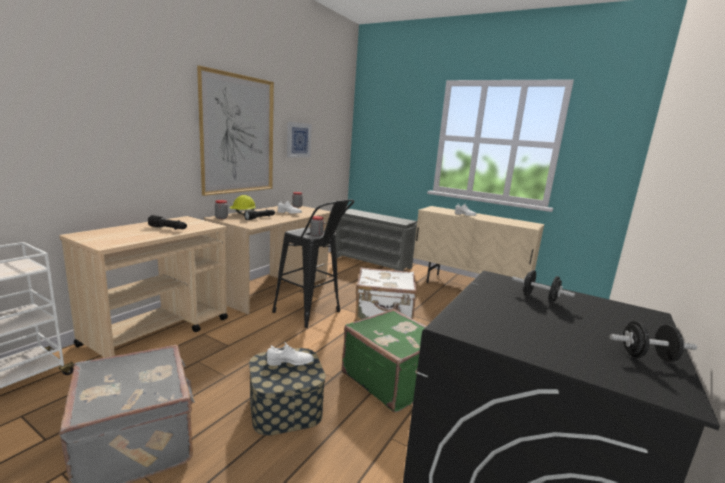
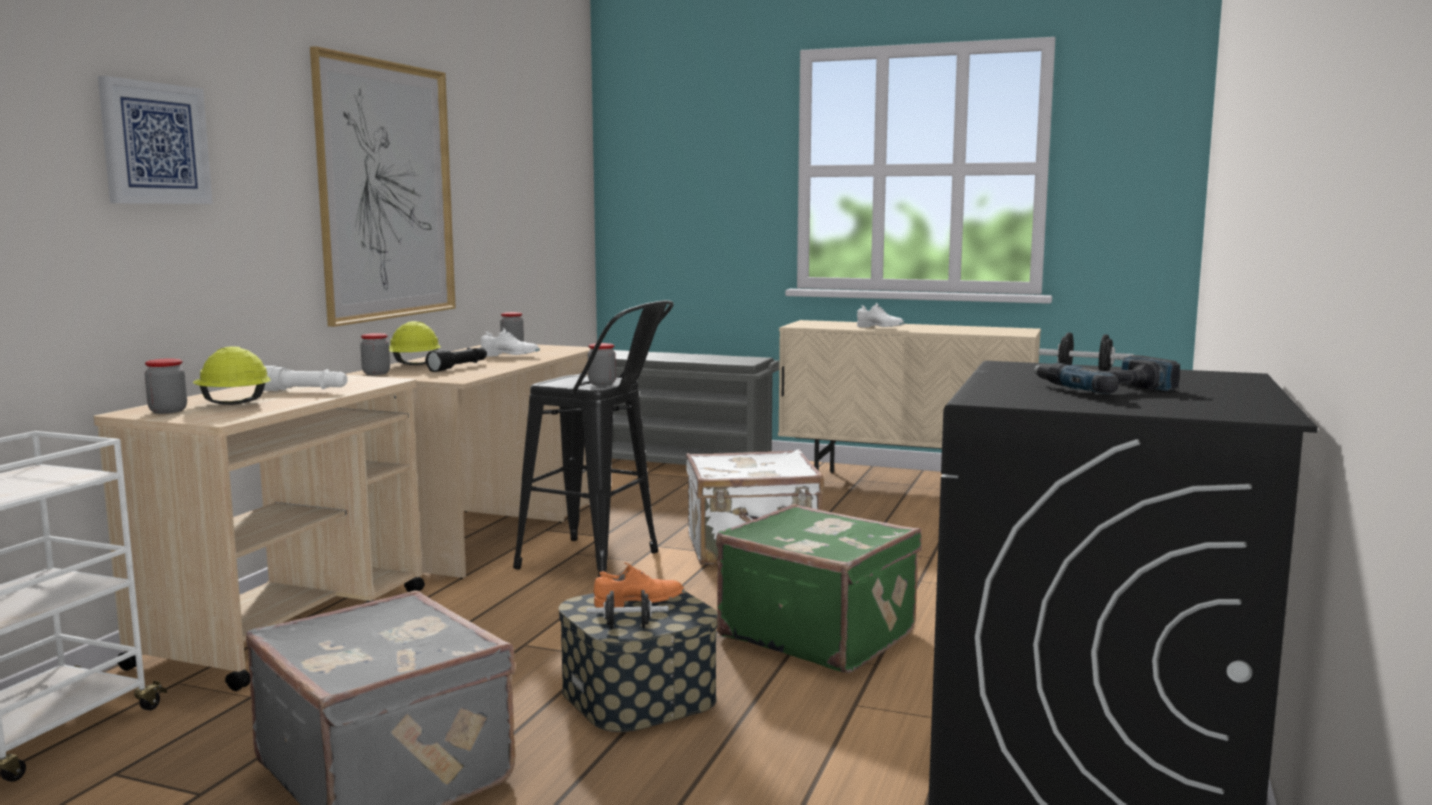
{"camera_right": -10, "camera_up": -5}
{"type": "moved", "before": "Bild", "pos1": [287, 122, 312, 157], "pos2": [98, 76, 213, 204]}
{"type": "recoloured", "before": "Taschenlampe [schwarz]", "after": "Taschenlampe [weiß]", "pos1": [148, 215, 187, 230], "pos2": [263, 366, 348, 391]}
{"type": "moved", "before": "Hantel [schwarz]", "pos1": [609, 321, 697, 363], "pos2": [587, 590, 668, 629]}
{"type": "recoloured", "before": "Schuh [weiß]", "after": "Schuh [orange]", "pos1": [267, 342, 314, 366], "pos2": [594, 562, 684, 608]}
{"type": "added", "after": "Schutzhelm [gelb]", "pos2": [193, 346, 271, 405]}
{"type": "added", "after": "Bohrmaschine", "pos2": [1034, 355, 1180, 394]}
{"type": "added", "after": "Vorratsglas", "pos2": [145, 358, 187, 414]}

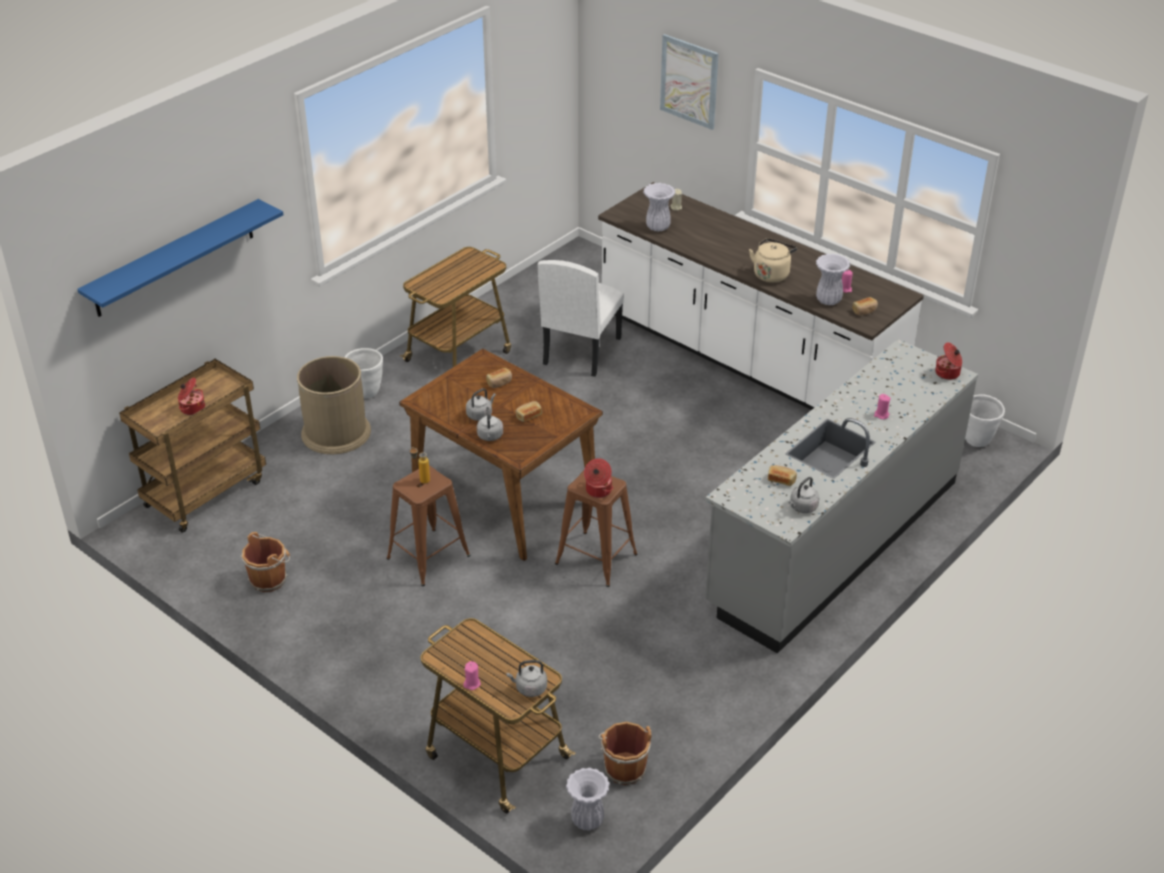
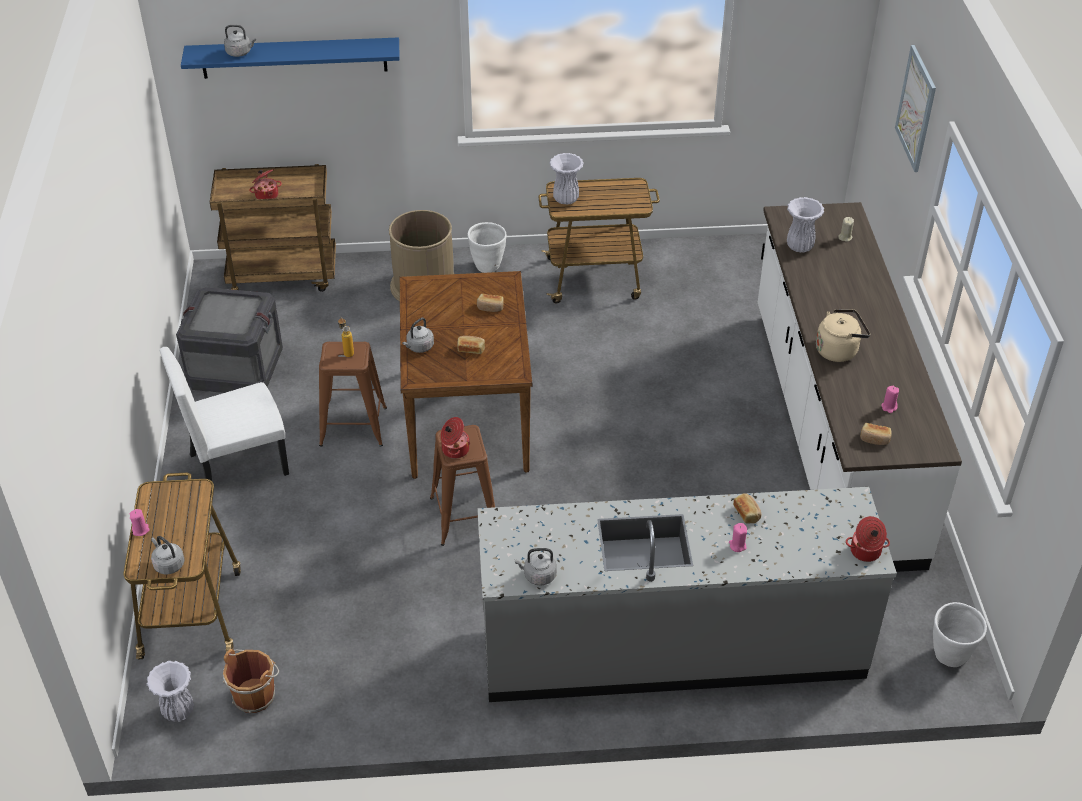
{"camera_right": 45, "camera_up": 5}
{"type": "moved", "before": "Vase [weiß]", "pos1": [816, 254, 850, 305], "pos2": [549, 153, 584, 205]}
{"type": "moved", "before": "Stuhl [weiß]", "pos1": [538, 260, 624, 377], "pos2": [159, 347, 289, 498]}
{"type": "moved", "before": "Wasserkessel [grau]", "pos1": [466, 388, 496, 421], "pos2": [224, 25, 256, 57]}
{"type": "moved", "before": "Brot", "pos1": [768, 465, 797, 486], "pos2": [733, 493, 761, 523]}
{"type": "replaced", "before": "Eimer [braun]", "after": "Kiste", "pos1": [241, 532, 290, 592], "pos2": [176, 287, 283, 393]}

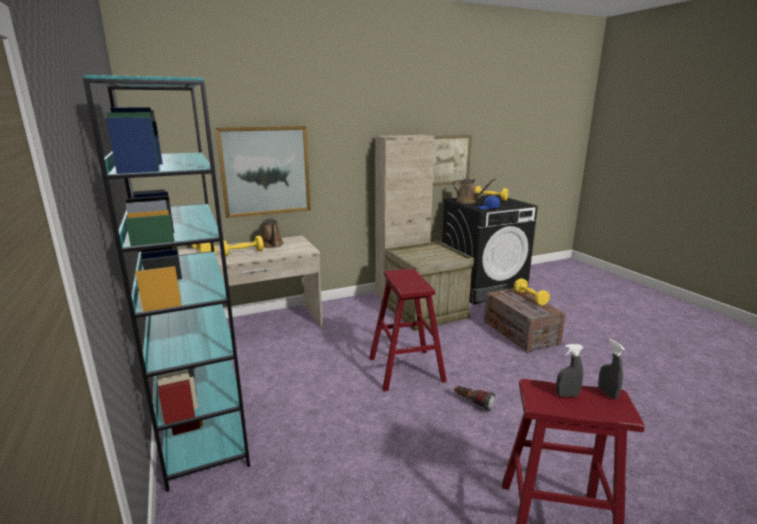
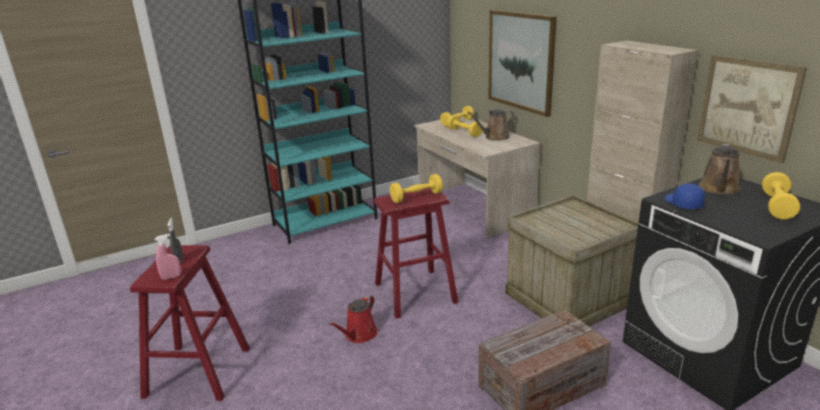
{"camera_right": 85, "camera_up": 5}
{"type": "moved", "before": "Hantel [gelb]", "pos1": [514, 278, 550, 306], "pos2": [390, 174, 443, 203]}
{"type": "recoloured", "before": "Sprühflasche [grau]", "after": "Sprühflasche [rosa]", "pos1": [598, 339, 625, 399], "pos2": [155, 234, 181, 280]}
{"type": "replaced", "before": "Taschenlampe", "after": "Gießkanne [rot]", "pos1": [454, 386, 495, 411], "pos2": [329, 295, 378, 343]}

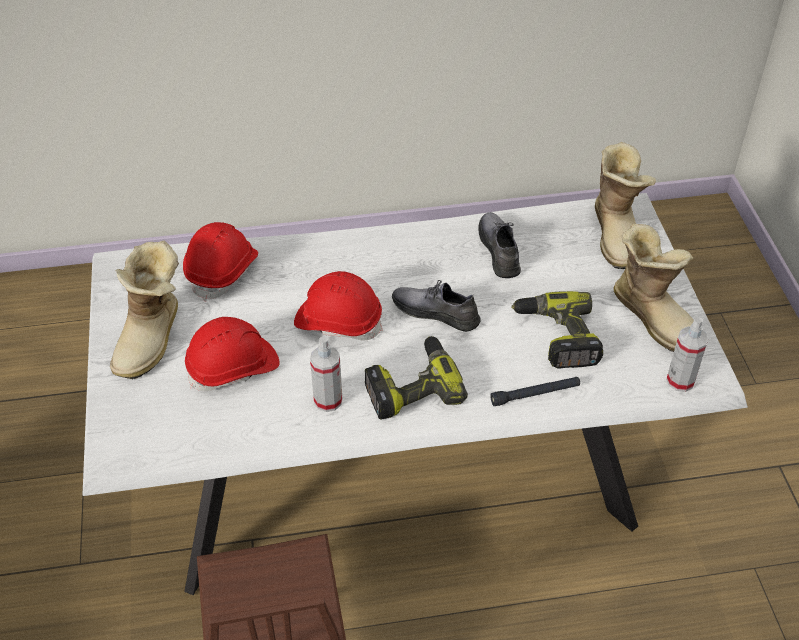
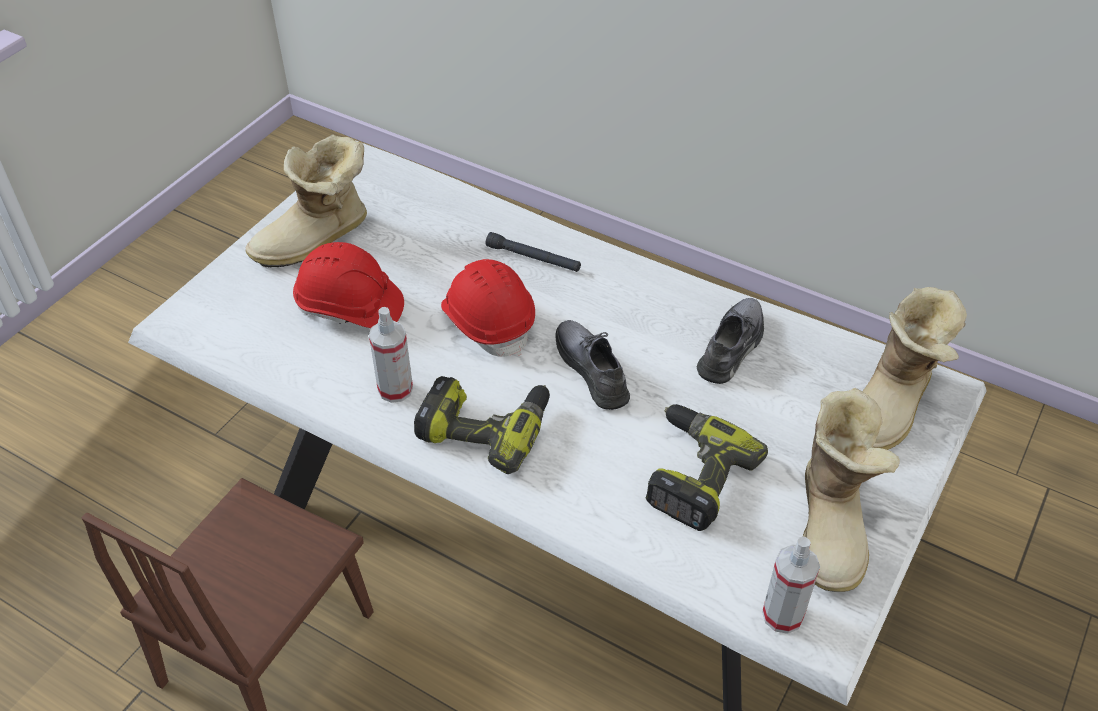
{"camera_right": 40, "camera_up": 0}
{"type": "removed", "before": "Schutzhelm [rot]", "pos1": [183, 222, 258, 301]}
{"type": "moved", "before": "Taschenlampe [schwarz]", "pos1": [490, 377, 580, 406], "pos2": [486, 232, 581, 272]}

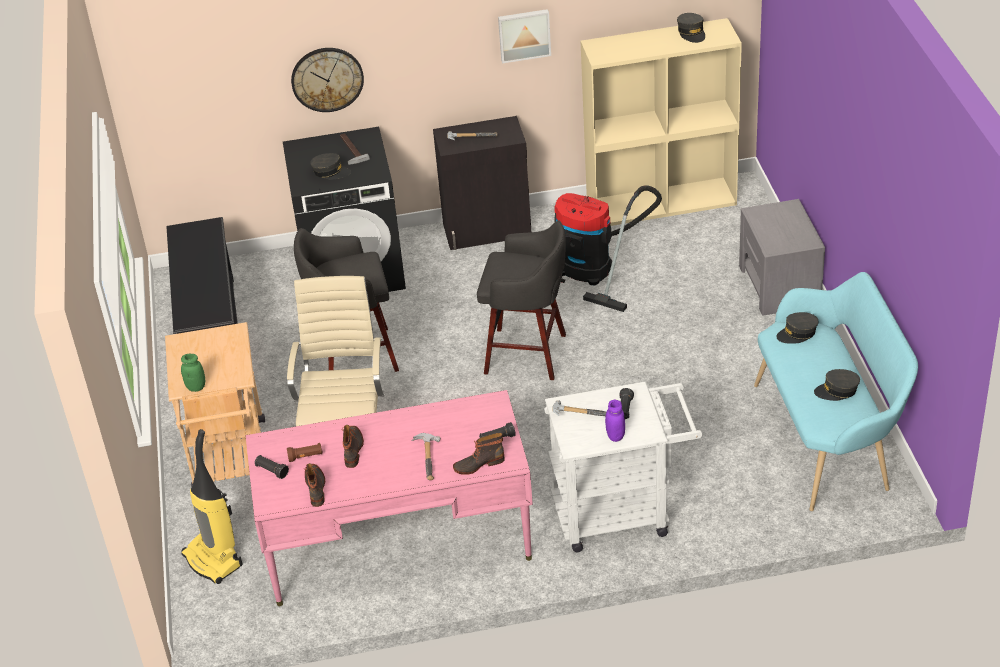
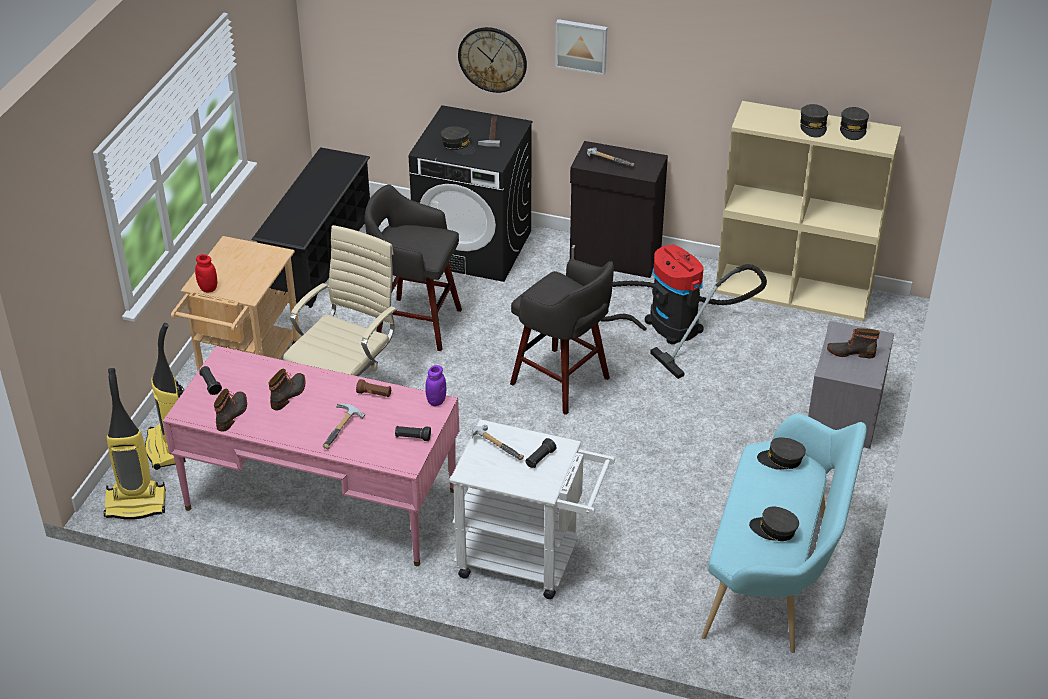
{"camera_right": 25, "camera_up": 0}
{"type": "moved", "before": "Bild", "pos1": [498, 9, 551, 63], "pos2": [555, 19, 607, 75]}
{"type": "recoloured", "before": "Vorratsglas [grün]", "after": "Vorratsglas [rot]", "pos1": [181, 354, 205, 392], "pos2": [195, 254, 217, 292]}
{"type": "moved", "before": "Vorratsglas [lila]", "pos1": [605, 400, 625, 442], "pos2": [425, 365, 446, 406]}
{"type": "moved", "before": "Stiefel", "pos1": [453, 433, 505, 475], "pos2": [827, 328, 880, 358]}
{"type": "moved", "before": "Taschenlampe [braun]", "pos1": [287, 443, 323, 462], "pos2": [356, 379, 391, 397]}
{"type": "added", "after": "Kappe [grau]", "pos2": [800, 104, 828, 137]}
{"type": "added", "after": "Staubsauger", "pos2": [104, 368, 166, 520]}

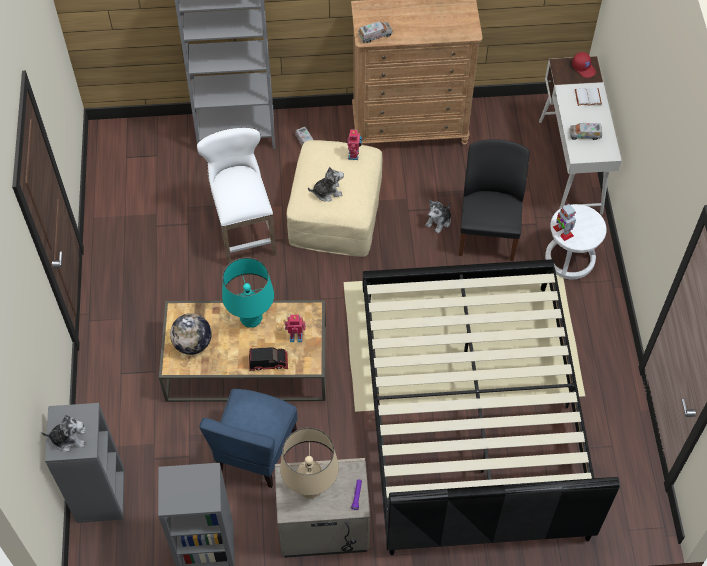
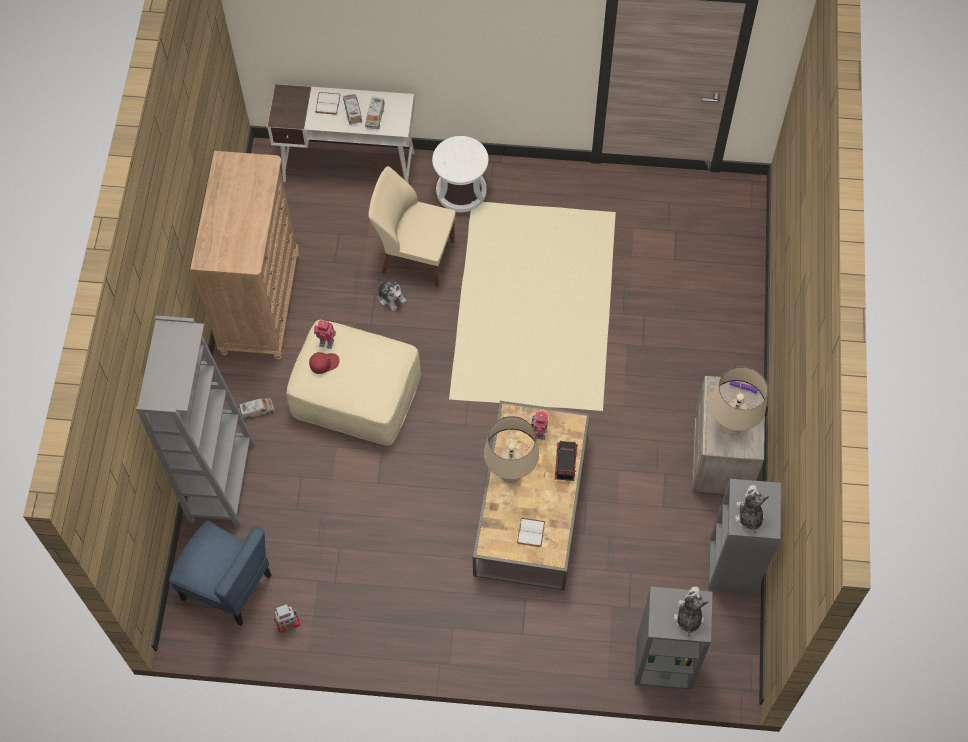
{"camera_right": -80, "camera_up": 5}
{"type": "moved", "before": "Spielzeuglaster", "pos1": [358, 21, 393, 43], "pos2": [343, 94, 362, 125]}
{"type": "moved", "before": "Kappe [rot]", "pos1": [572, 52, 596, 78], "pos2": [309, 352, 340, 374]}
{"type": "removed", "before": "Hocker [weiß]", "pos1": [196, 128, 277, 265]}
{"type": "recoloured", "before": "Stuhl [schwarz]", "after": "Stuhl [beige]", "pos1": [459, 139, 530, 261], "pos2": [368, 166, 456, 287]}
{"type": "moved", "before": "Plüschtier", "pos1": [308, 167, 344, 202], "pos2": [735, 485, 769, 534]}
{"type": "moved", "before": "Spielzeugroboter", "pos1": [553, 203, 576, 241], "pos2": [273, 604, 301, 633]}
{"type": "recoloured", "before": "Tischlampe [türkis]", "after": "Tischlampe [beige]", "pos1": [222, 257, 274, 328], "pos2": [484, 416, 539, 483]}
{"type": "removed", "before": "Bett [schwarz]", "pos1": [363, 259, 620, 555]}
{"type": "replaced", "before": "Globus", "after": "Buch [weiß]", "pos1": [170, 313, 212, 355], "pos2": [517, 518, 545, 547]}
{"type": "moved", "before": "Stuhl [blau]", "pos1": [199, 389, 297, 488], "pos2": [169, 521, 271, 626]}

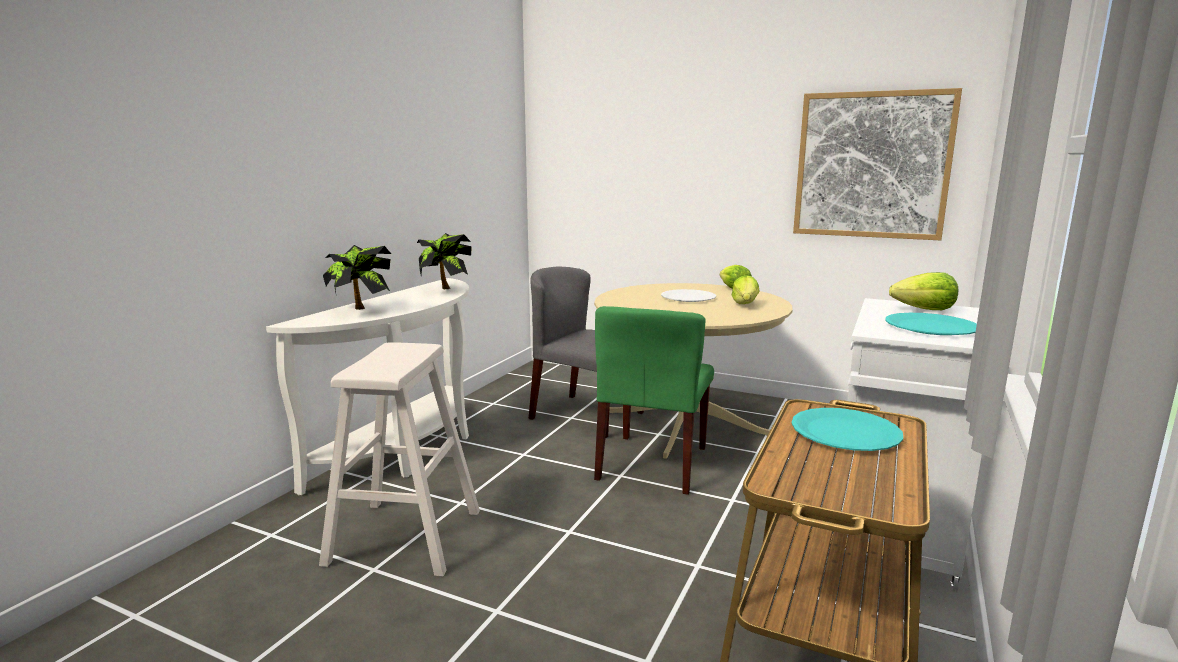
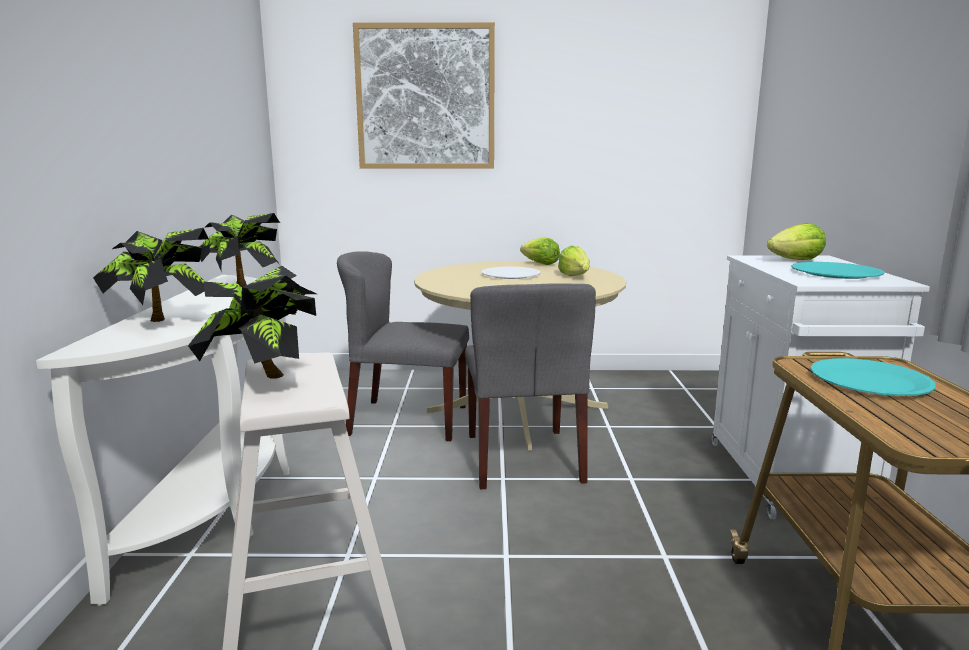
{"camera_right": -25, "camera_up": 0}
{"type": "moved", "before": "Bild", "pos1": [793, 88, 962, 240], "pos2": [353, 22, 495, 169]}
{"type": "recoloured", "before": "Stuhl [grün]", "after": "Stuhl [grau]", "pos1": [594, 306, 714, 495], "pos2": [465, 283, 596, 490]}
{"type": "added", "after": "Topfpflanze", "pos2": [188, 266, 317, 379]}

